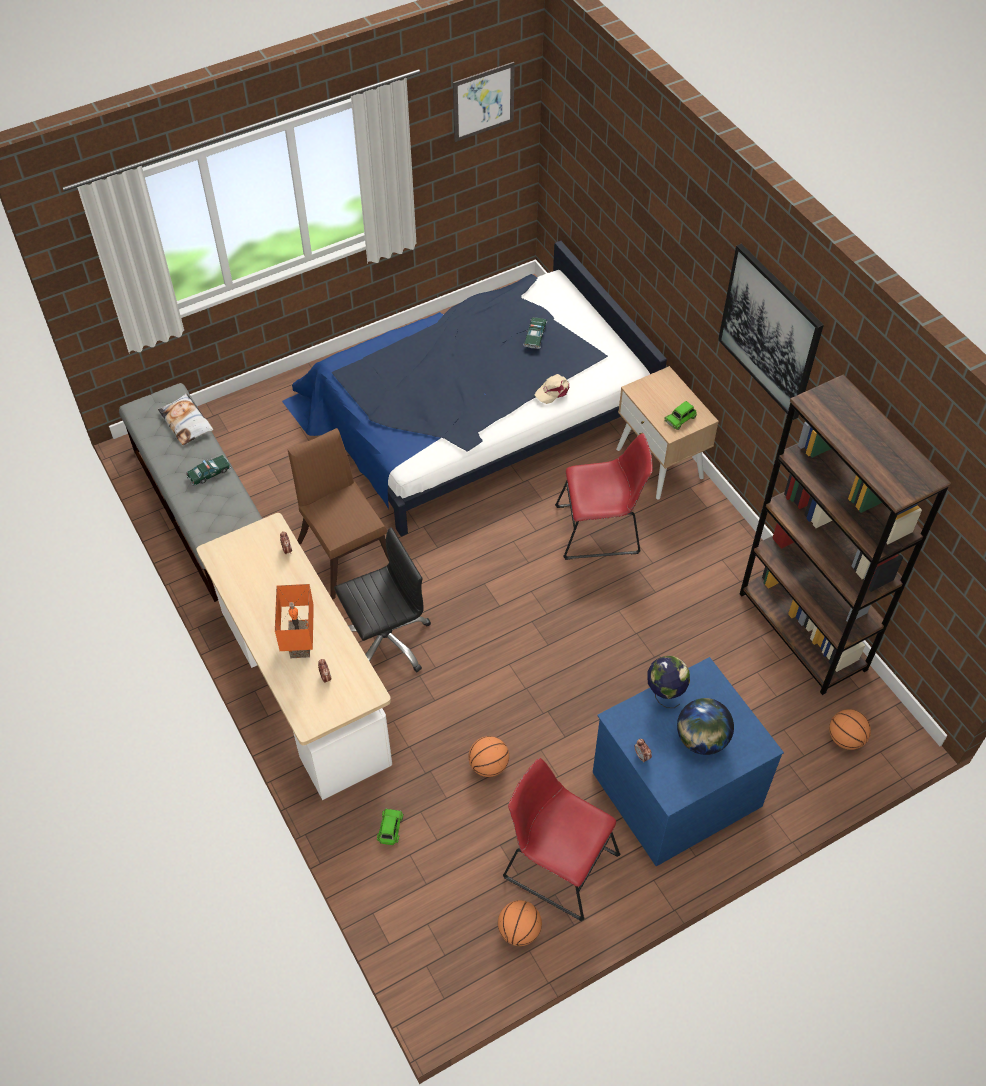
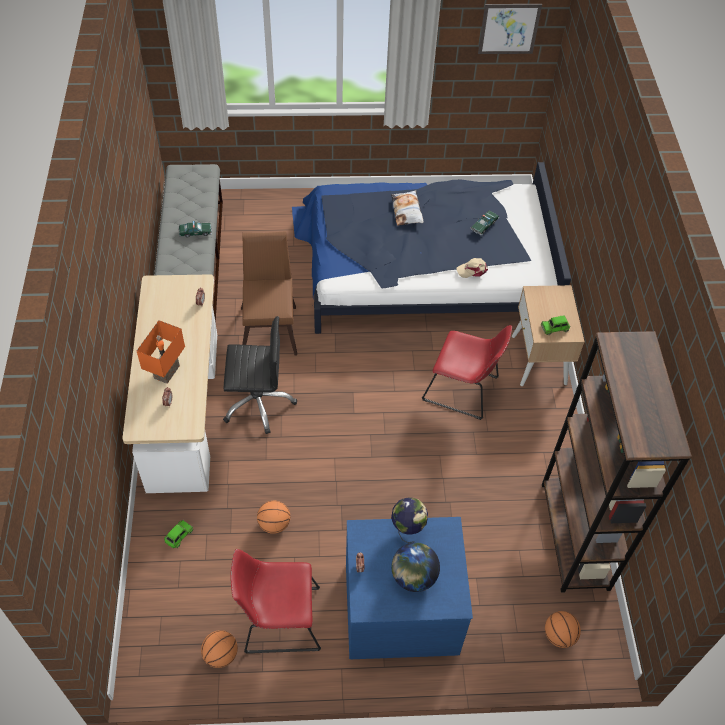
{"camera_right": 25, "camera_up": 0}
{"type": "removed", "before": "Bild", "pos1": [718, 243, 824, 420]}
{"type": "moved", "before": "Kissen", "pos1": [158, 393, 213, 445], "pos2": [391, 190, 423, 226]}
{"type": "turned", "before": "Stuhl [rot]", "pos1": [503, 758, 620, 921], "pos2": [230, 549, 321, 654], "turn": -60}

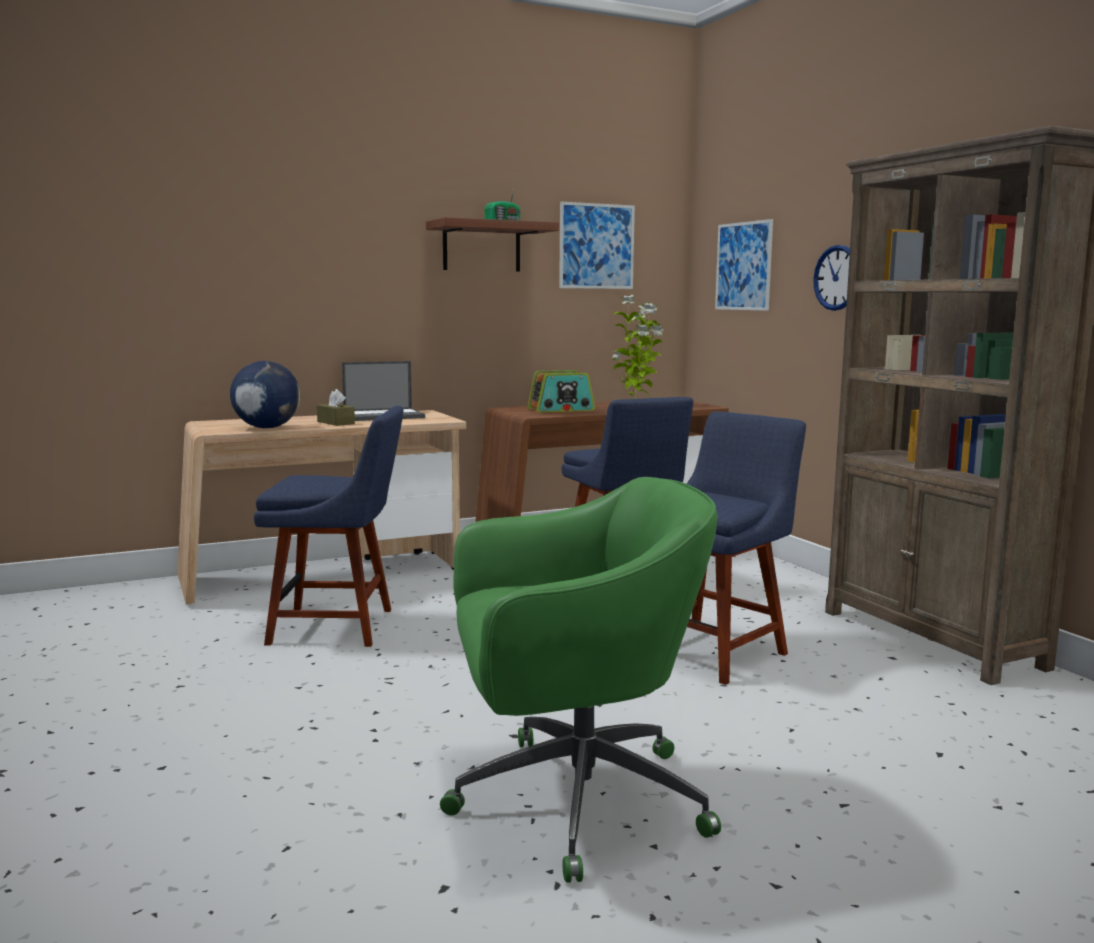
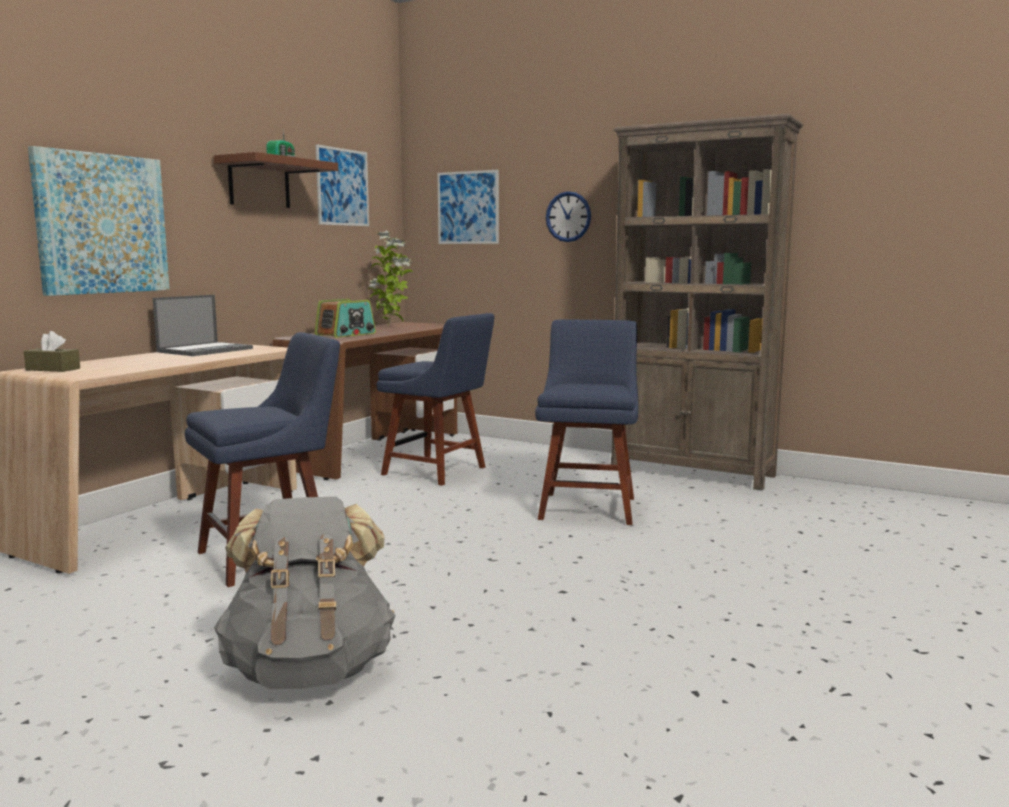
{"camera_right": -35, "camera_up": 0}
{"type": "removed", "before": "Globus", "pos1": [230, 361, 300, 428]}
{"type": "moved", "before": "Taschentuchbox [braun]", "pos1": [317, 389, 355, 426], "pos2": [24, 331, 80, 372]}
{"type": "removed", "before": "Bürostuhl [grün]", "pos1": [440, 477, 721, 883]}
{"type": "added", "after": "Bild", "pos2": [28, 146, 170, 296]}
{"type": "added", "after": "Rucksack [grau]", "pos2": [214, 497, 395, 689]}

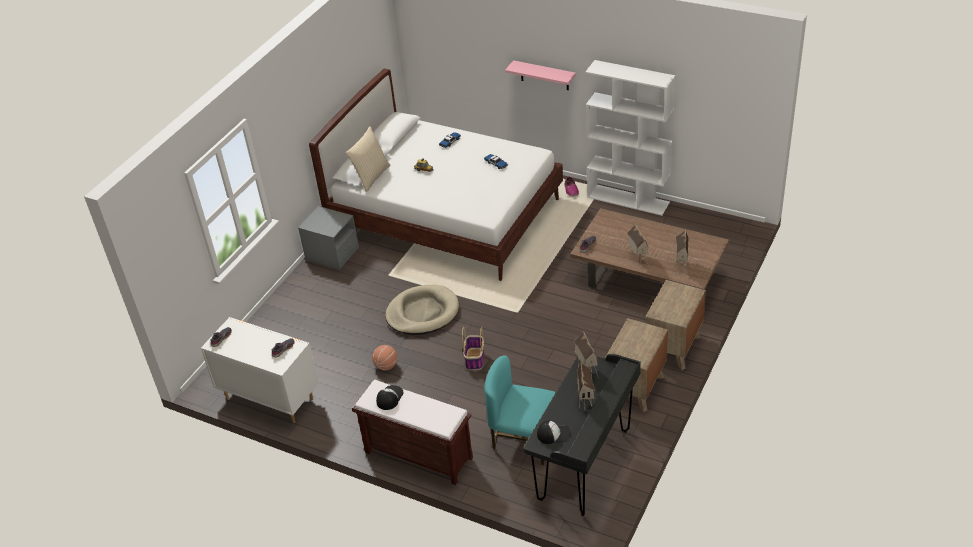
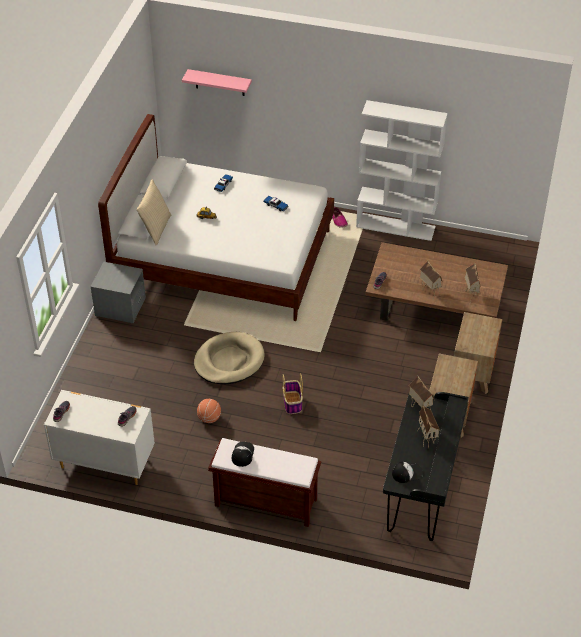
{"camera_right": -15, "camera_up": 5}
{"type": "moved", "before": "Wandregal [rosa]", "pos1": [505, 60, 576, 90], "pos2": [182, 69, 252, 96]}
{"type": "removed", "before": "Stuhl [türkis]", "pos1": [484, 355, 556, 465]}

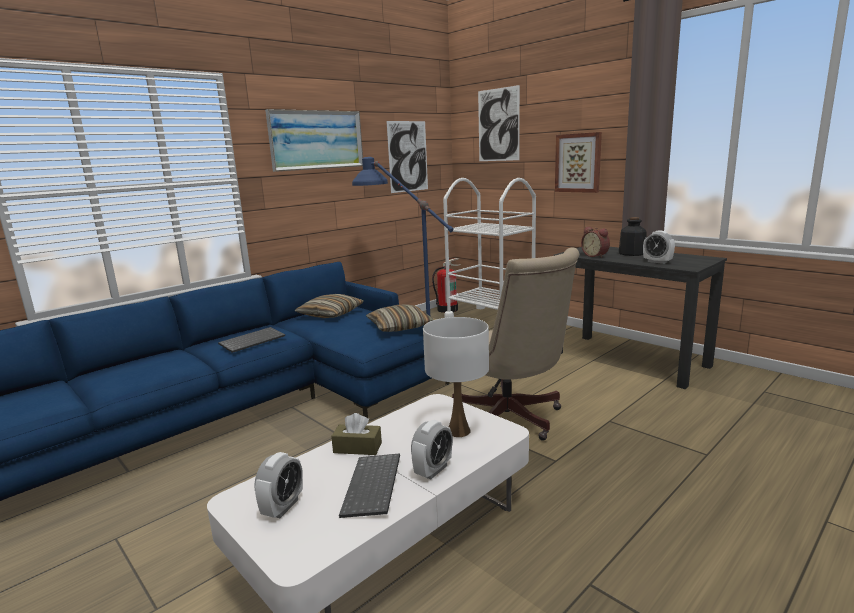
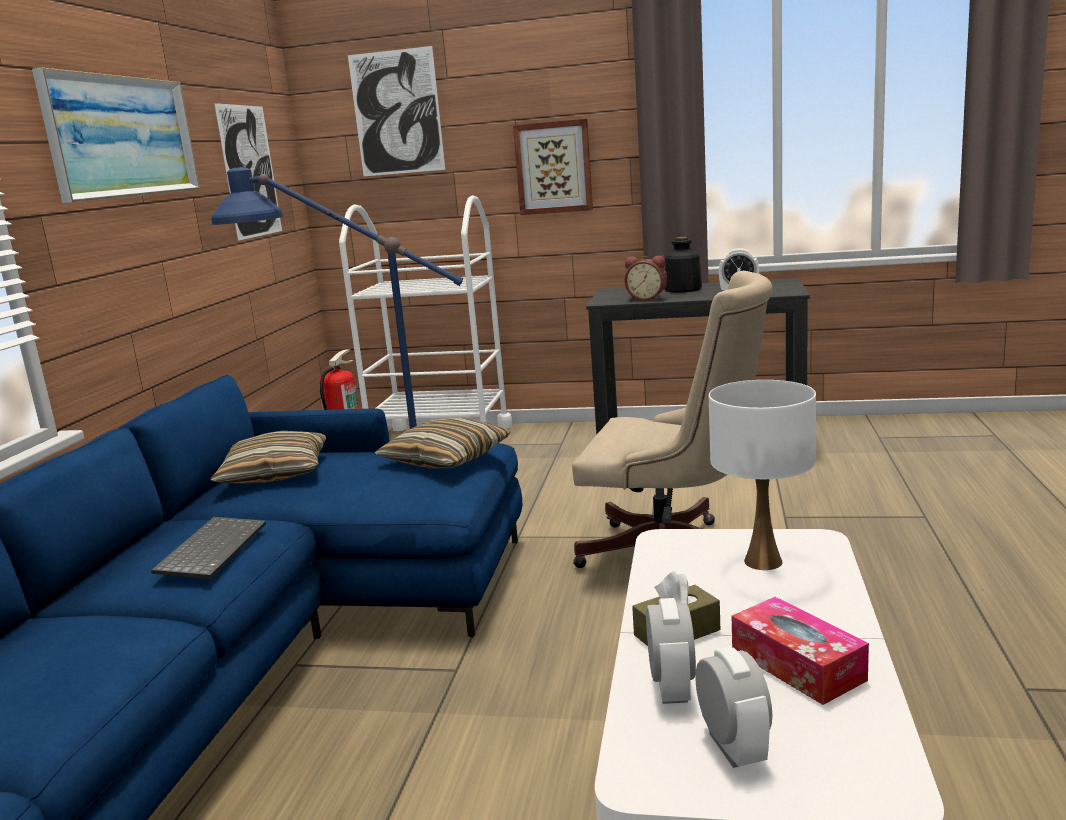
{"camera_right": -35, "camera_up": 0}
{"type": "moved", "before": "Wecker", "pos1": [411, 420, 453, 480], "pos2": [646, 598, 696, 704]}
{"type": "replaced", "before": "Tastatur", "after": "Taschentuchbox", "pos1": [339, 453, 400, 518], "pos2": [732, 597, 869, 705]}

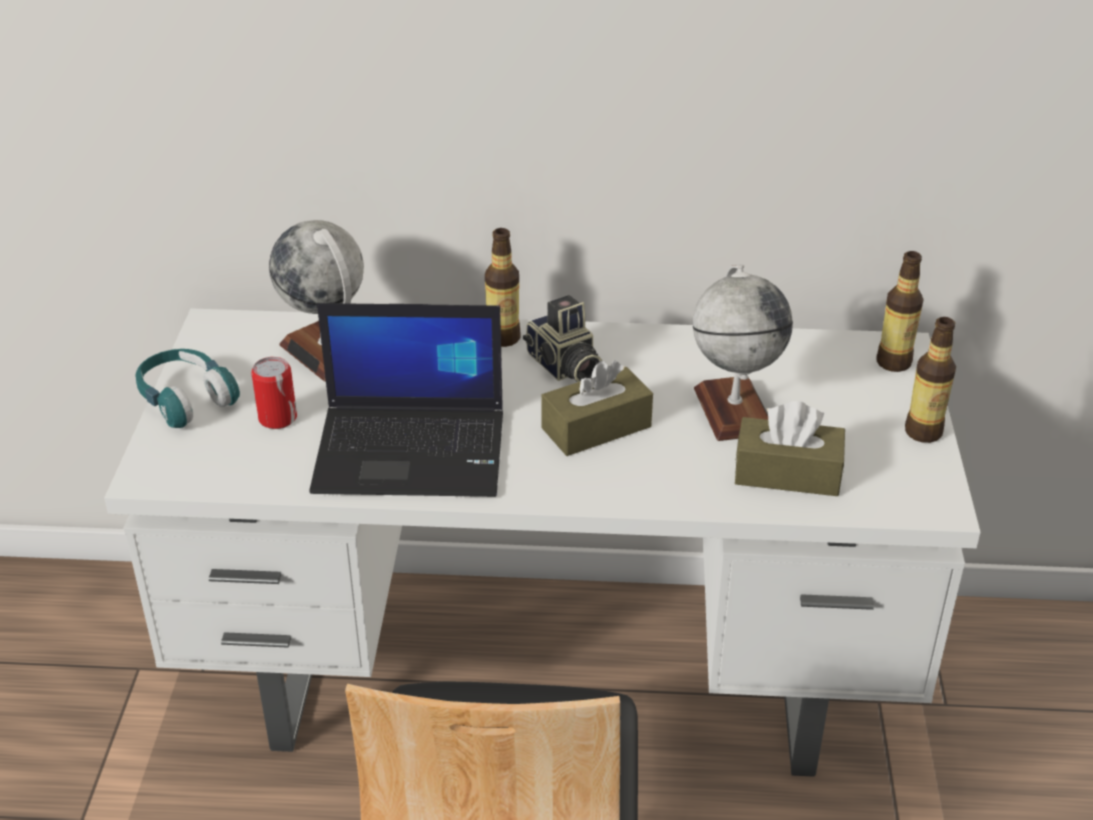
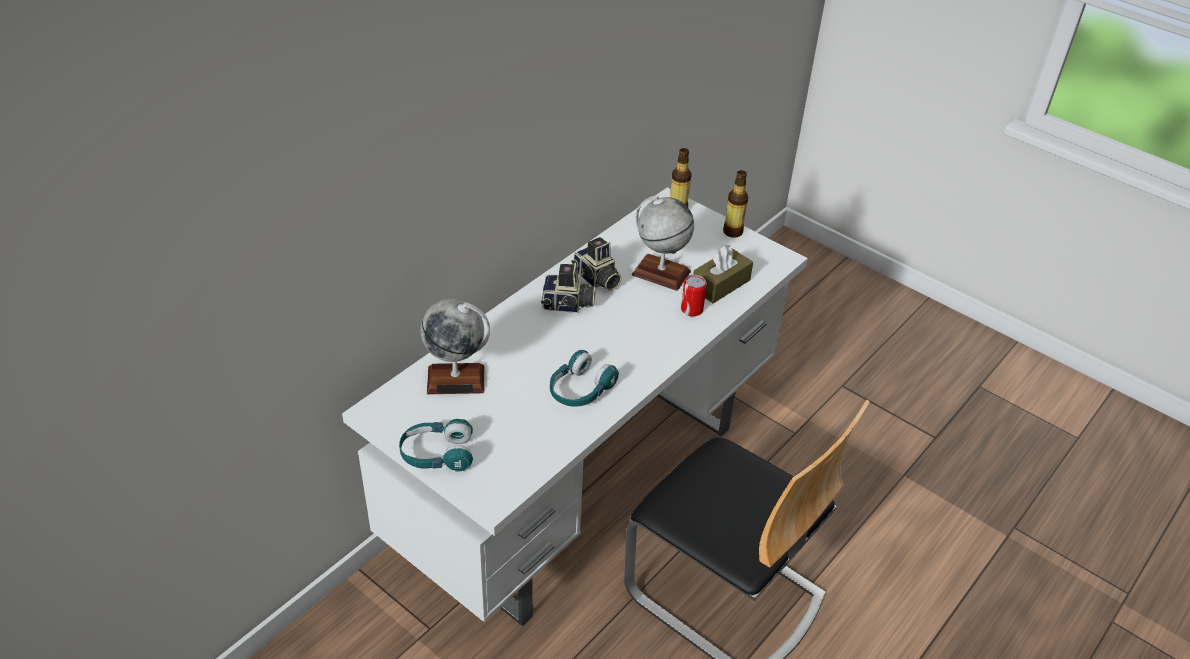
{"camera_right": -55, "camera_up": 5}
{"type": "removed", "before": "Flasche", "pos1": [485, 228, 521, 347]}
{"type": "replaced", "before": "Laptop", "after": "Kopfhörer [türkis]", "pos1": [310, 303, 503, 497], "pos2": [550, 350, 619, 407]}
{"type": "moved", "before": "Dose", "pos1": [251, 357, 297, 429], "pos2": [681, 275, 707, 316]}
{"type": "removed", "before": "Taschentuchbox [braun]", "pos1": [541, 360, 653, 456]}
{"type": "added", "after": "Kamera", "pos2": [571, 237, 622, 290]}

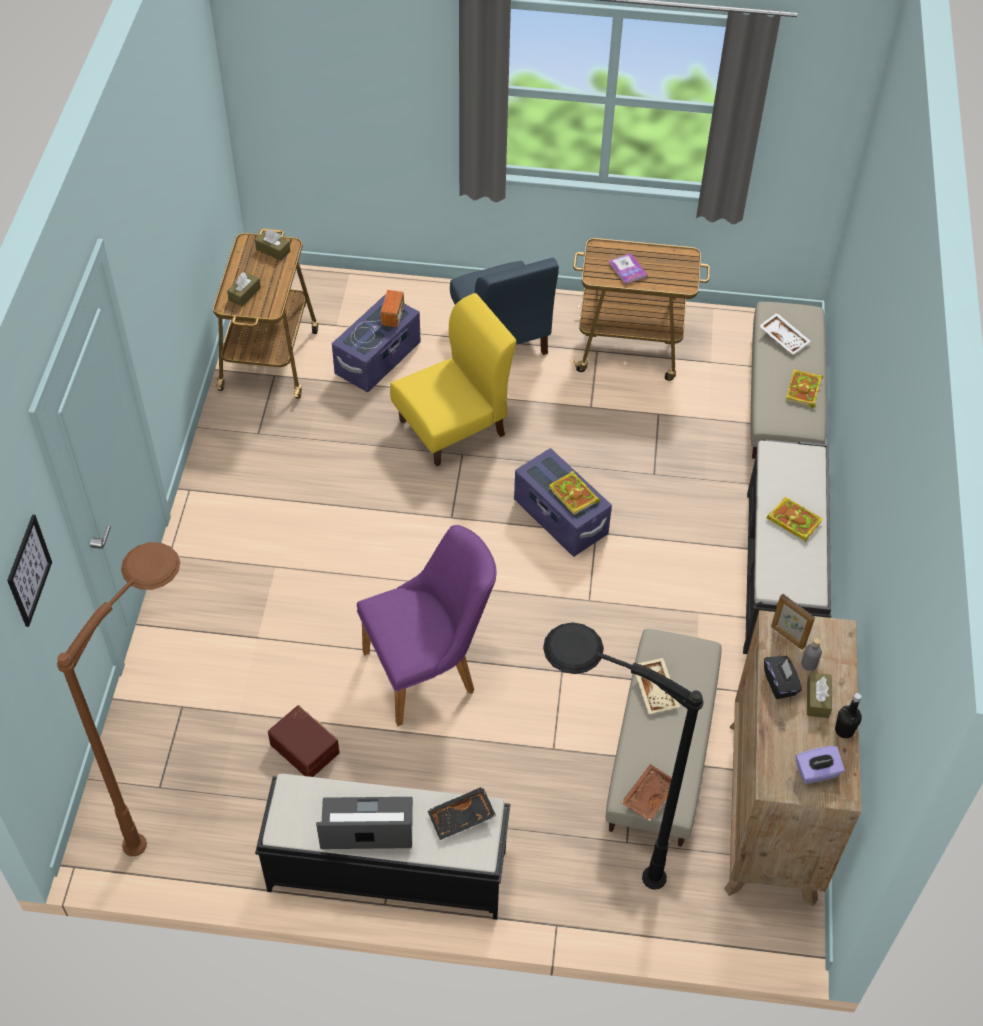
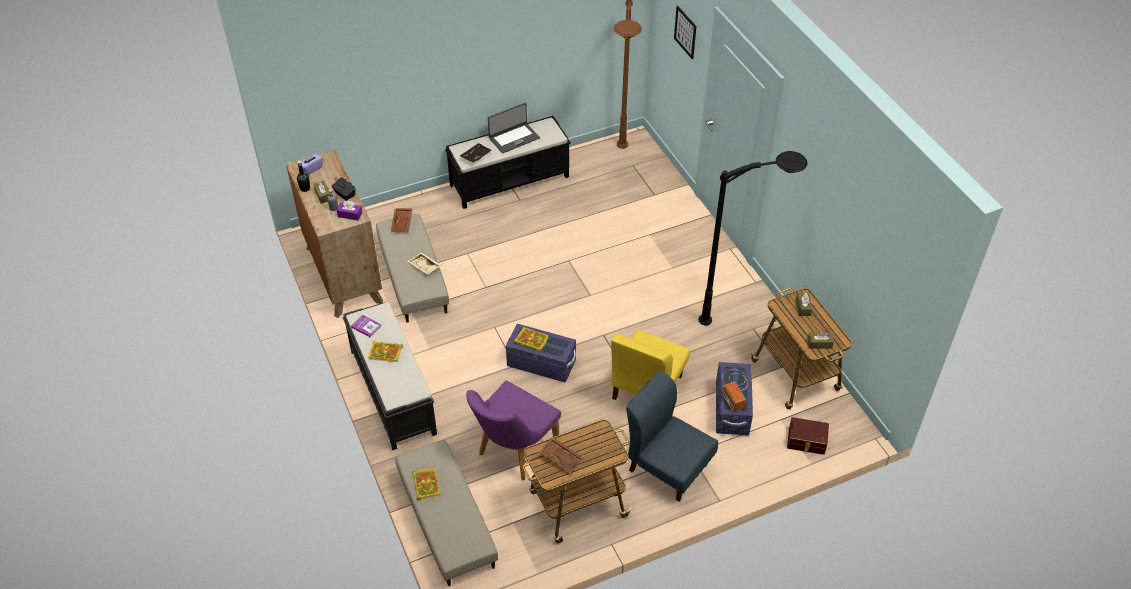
{"camera_right": 150, "camera_up": -5}
{"type": "moved", "before": "Buch", "pos1": [609, 253, 647, 284], "pos2": [351, 314, 381, 337]}
{"type": "removed", "before": "Tablett [weiß]", "pos1": [759, 313, 811, 355]}
{"type": "moved", "before": "Stuhl [lila]", "pos1": [357, 525, 496, 726], "pos2": [466, 381, 561, 481]}
{"type": "replaced", "before": "Bilderrahmen", "after": "Taschentuchbox [lila]", "pos1": [771, 594, 815, 649], "pos2": [337, 201, 362, 221]}
{"type": "moved", "before": "Stehlampe [schwarz]", "pos1": [543, 622, 704, 890], "pos2": [699, 151, 808, 325]}
{"type": "moved", "before": "Aufbewahrungsbox [braun]", "pos1": [268, 705, 340, 777], "pos2": [787, 417, 829, 455]}
{"type": "added", "after": "Tablett [braun]", "pos2": [539, 437, 583, 474]}

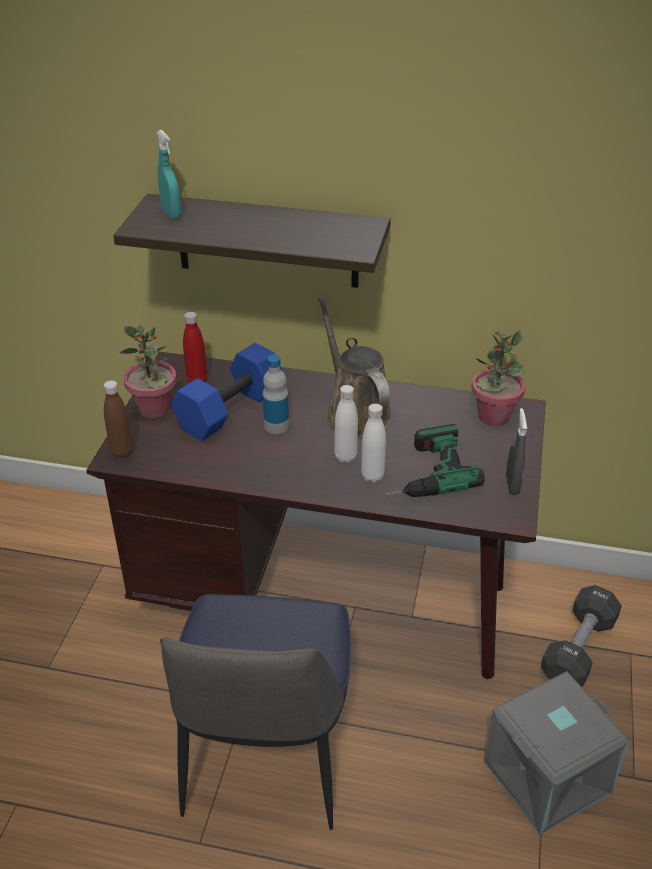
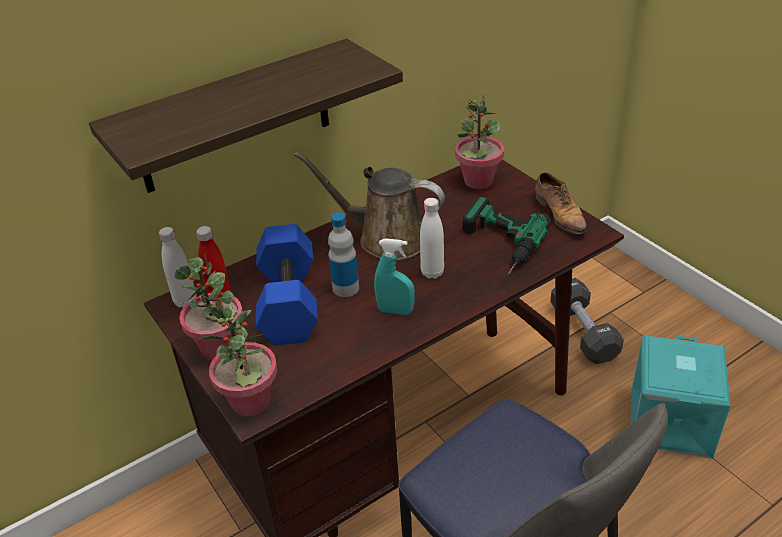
{"camera_right": -45, "camera_up": 0}
{"type": "moved", "before": "Sprühflasche [türkis]", "pos1": [157, 130, 181, 219], "pos2": [374, 238, 414, 315]}
{"type": "replaced", "before": "Flasche [braun]", "after": "Topfpflanze", "pos1": [103, 380, 133, 458], "pos2": [199, 306, 277, 417]}
{"type": "moved", "before": "Flasche [weiß]", "pos1": [361, 403, 386, 483], "pos2": [159, 227, 197, 308]}
{"type": "replaced", "before": "Sprühflasche [grau]", "after": "Schuh", "pos1": [506, 408, 527, 495], "pos2": [535, 172, 587, 234]}
{"type": "recoloured", "before": "Aufbewahrungsbox [grau]", "after": "Aufbewahrungsbox [türkis]", "pos1": [484, 671, 630, 835], "pos2": [631, 336, 730, 459]}

